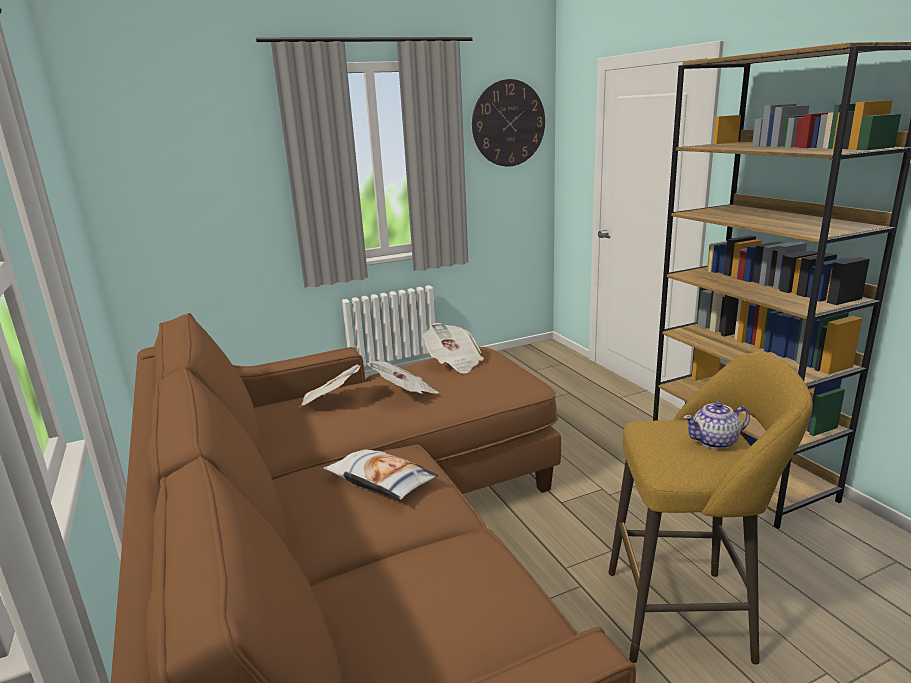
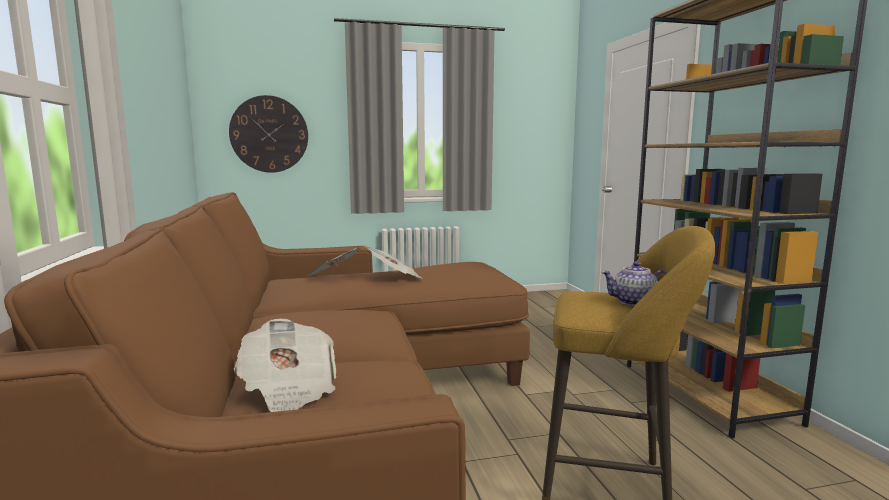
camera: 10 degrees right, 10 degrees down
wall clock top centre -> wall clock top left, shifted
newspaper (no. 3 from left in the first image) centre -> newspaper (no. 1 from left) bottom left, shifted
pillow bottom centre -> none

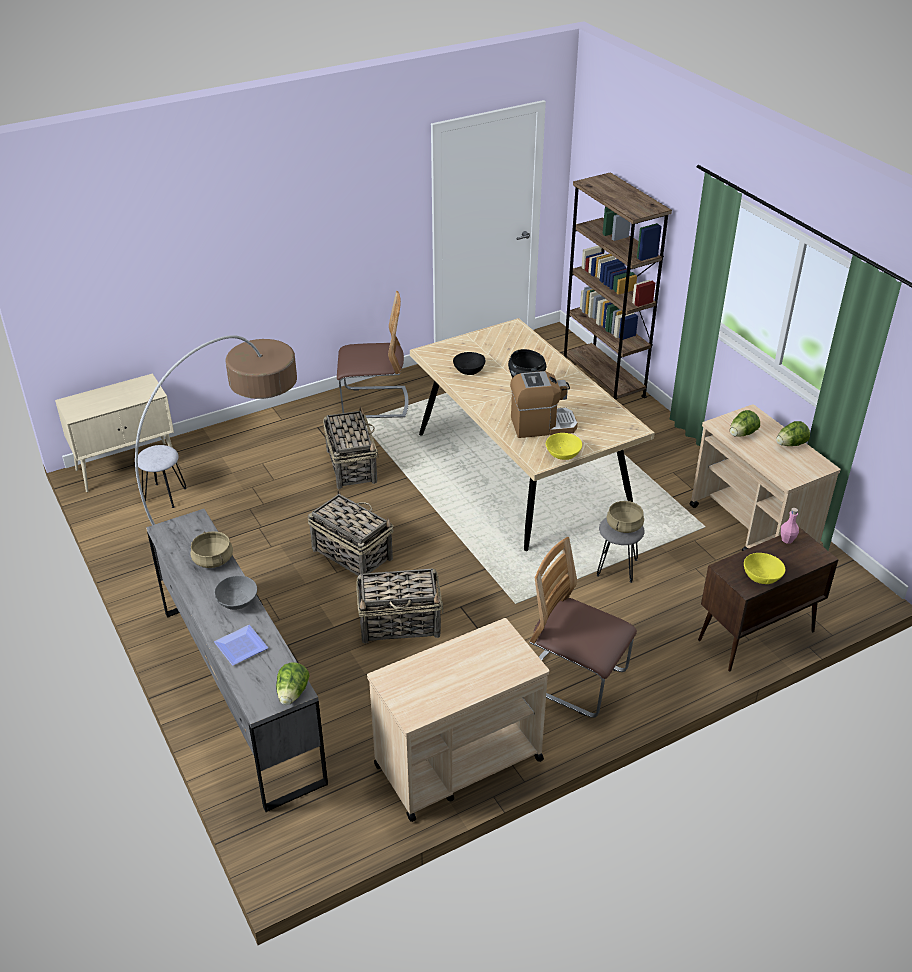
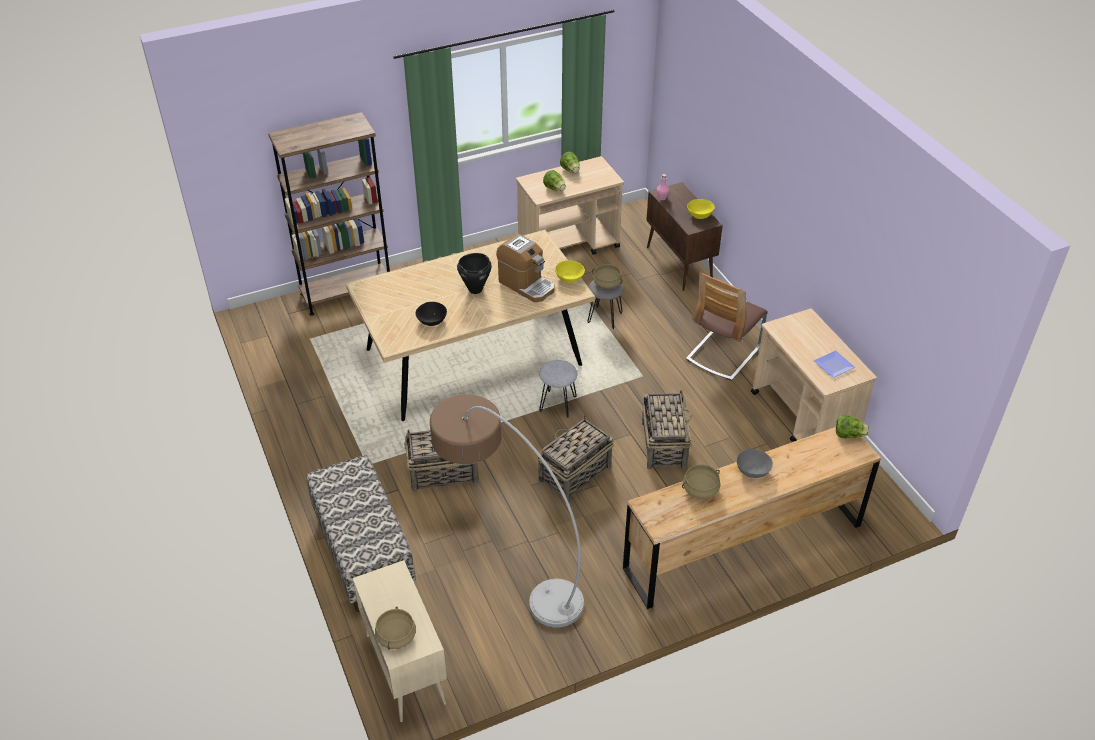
camera: 85 degrees left, 5 degrees up
plain chair (no. 1 from left) centre -> none
coffee maker centre, 135 degrees clockwise
sitting stool (grey) (no. 1 from left) middle left -> sitting stool (grey) (no. 1 from left) centre, shifted
chest of drawers (grey) bottom left -> chest of drawers (brown-coloured) bottom right
plate middle left -> plate middle right, shifted
none -> long seat bottom left
none -> cooking pot (sand-coloured) (no. 1 from left) bottom centre

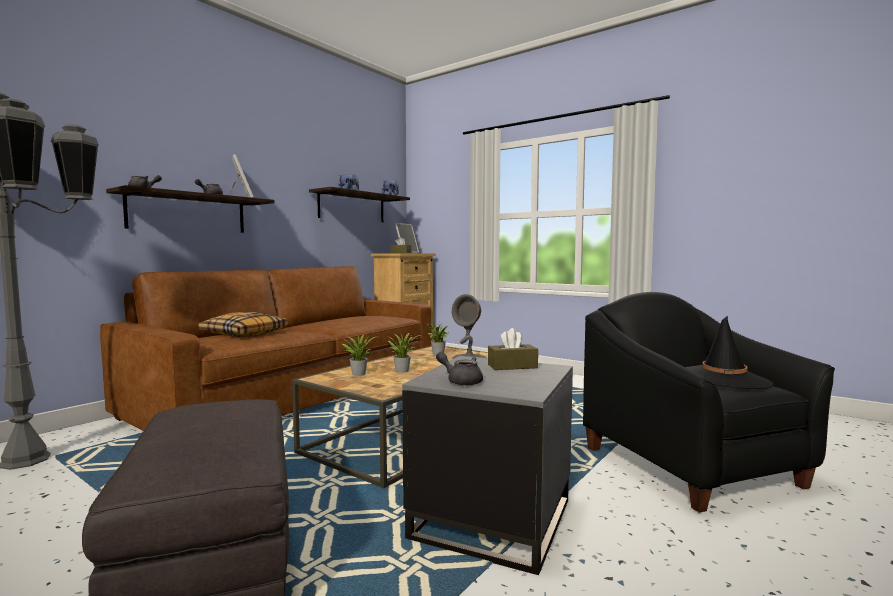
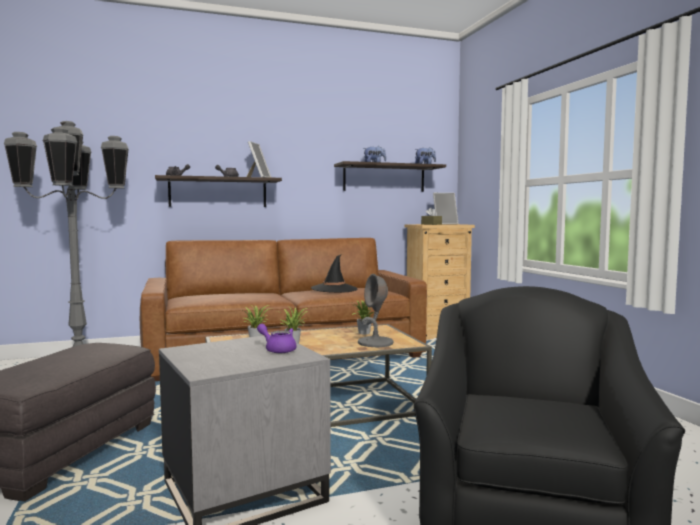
camera: 35 degrees right, 0 degrees up
pillow middle left -> none
clothing hat (blackish) middle right -> clothing hat (blackish) centre, shifted
tissue holder (brown-coloured) (no. 2 from left) centre -> tea pot (purple-coloured) centre
tea pot (grey) (no. 3 from left) centre -> none

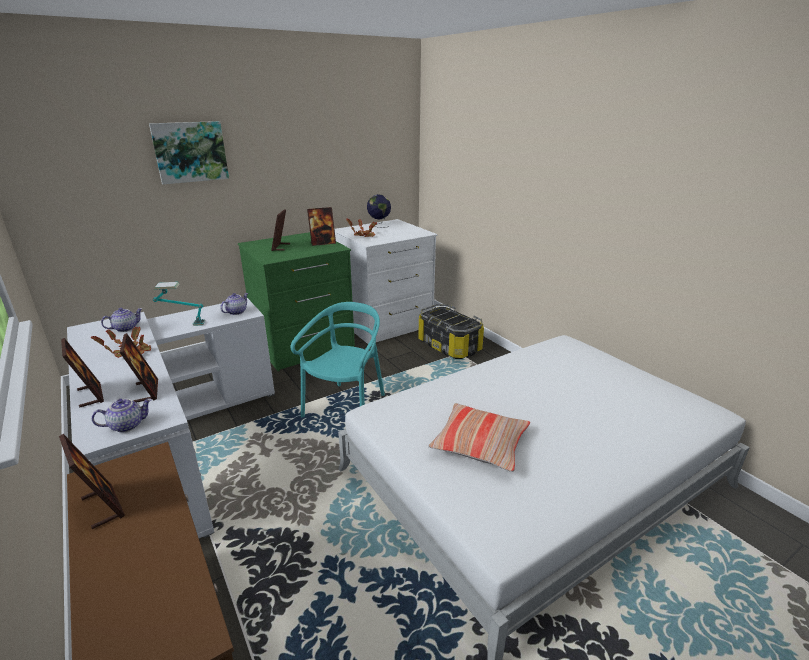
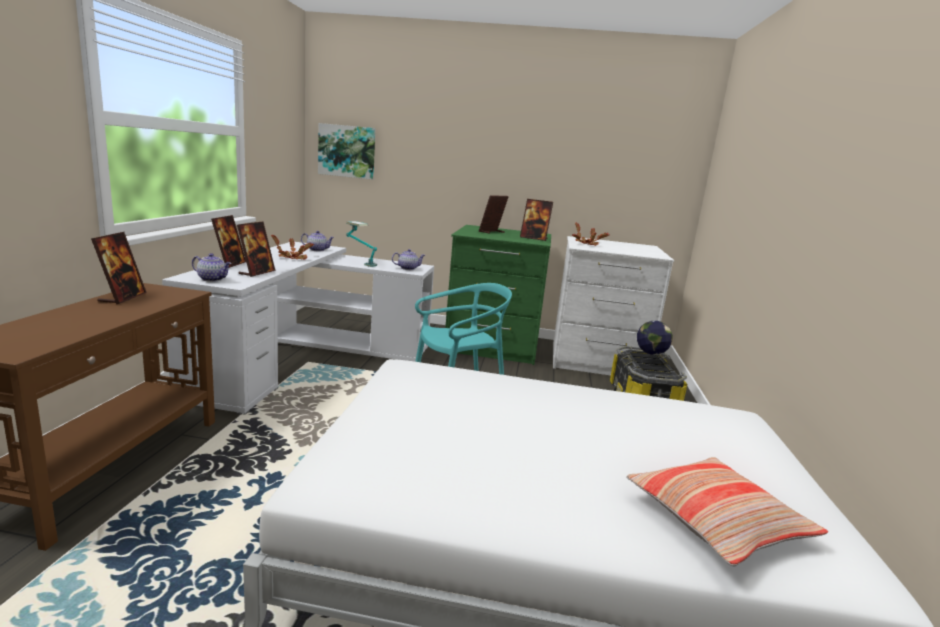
camera: 40 degrees right, 10 degrees down
wall art top left -> wall art top centre, shifted
desk globe top centre -> desk globe middle right, shifted
pillow centre -> pillow bottom right, shifted

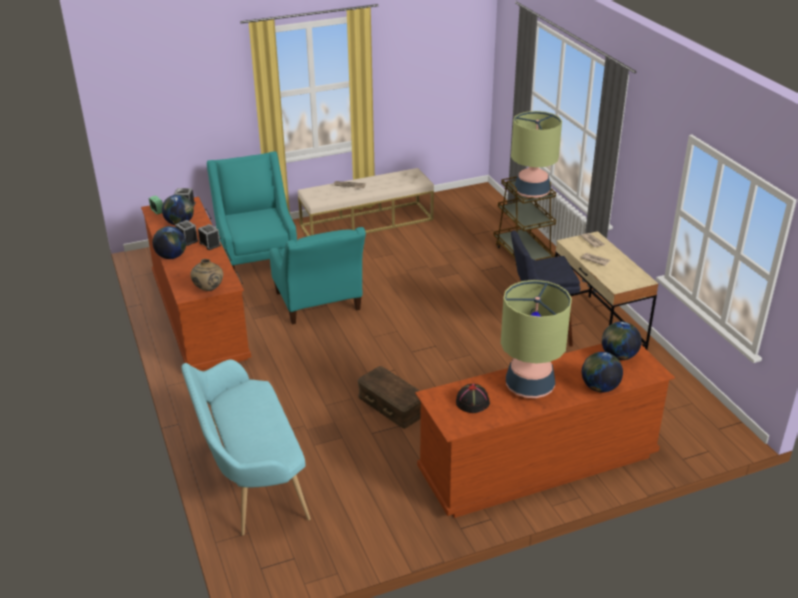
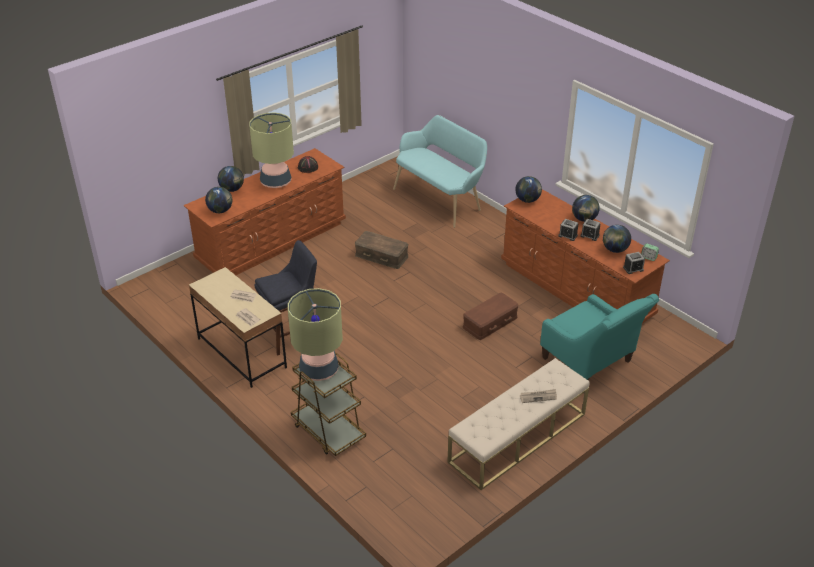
camera: 160 degrees right, 5 degrees up
lounge chair (blue-green) (no. 2 from left) centre -> storage container (brown-coloured) (no. 2 from left) centre
flower vase (sand-coloured) middle left -> desk globe (no. 3 from left) centre

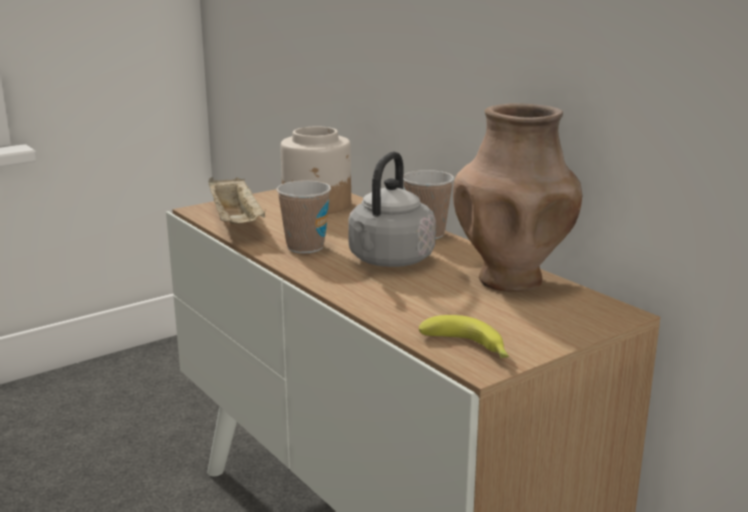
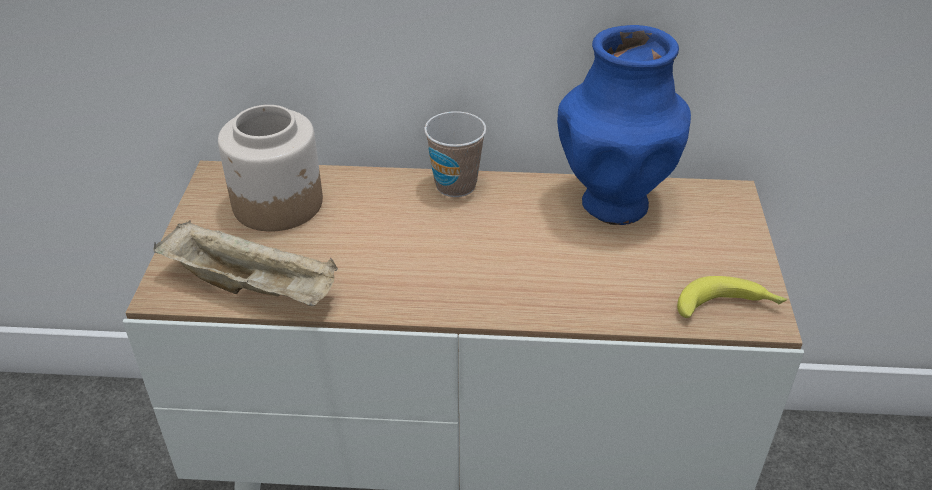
camera: 50 degrees left, 20 degrees up
flower vase (brown-coloured) middle right -> flower vase (blue-coloured) top right
kettle (grey) centre -> none
drinking cup (no. 1 from left) centre -> none

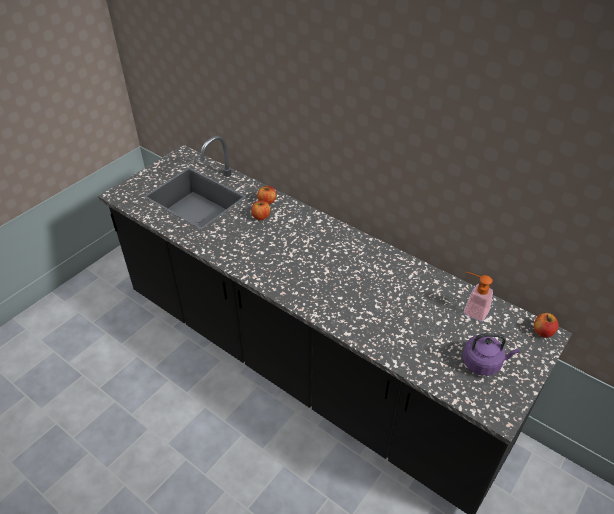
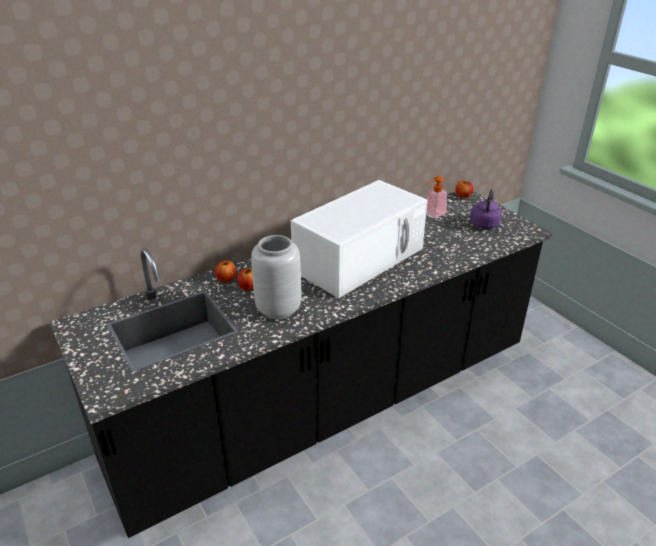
camera: 70 degrees left, 10 degrees down
none -> microwave oven (whitish) centre
none -> flower vase (grey) centre

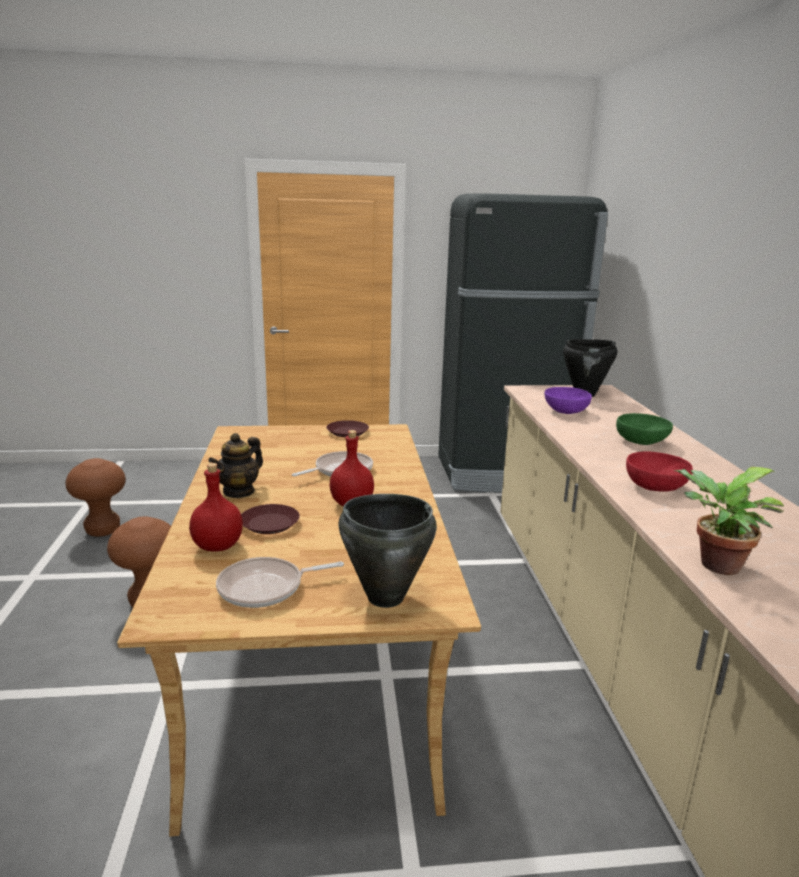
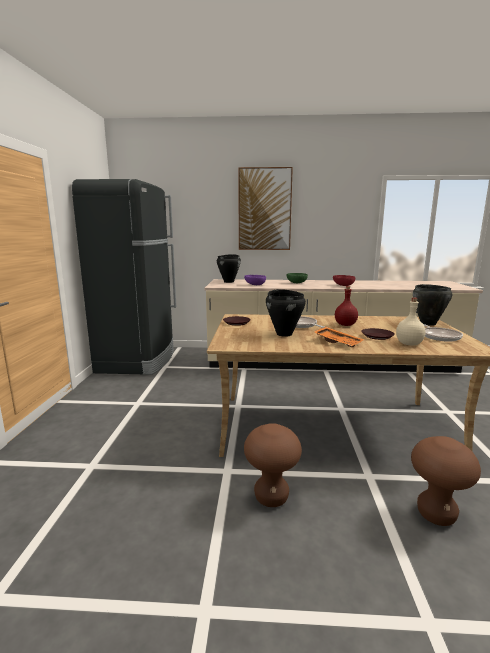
camera: 80 degrees left, 5 degrees down
tea pot middle left -> serving tray (orangey) middle right
sitting stool (brown-coloured) (no. 1 from left in the first image) middle left -> sitting stool (brown-coloured) (no. 2 from left) bottom right, shifted
drink bottle (red) (no. 1 from left) middle left -> drink bottle (sand-coloured) middle right
plant in a pot middle right -> none
none -> wall art top centre
none -> cooking pot (blackish) (no. 2 from left) centre

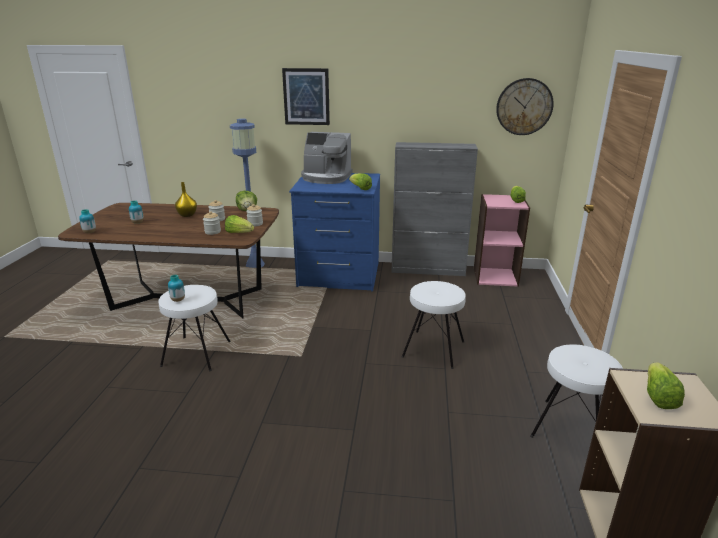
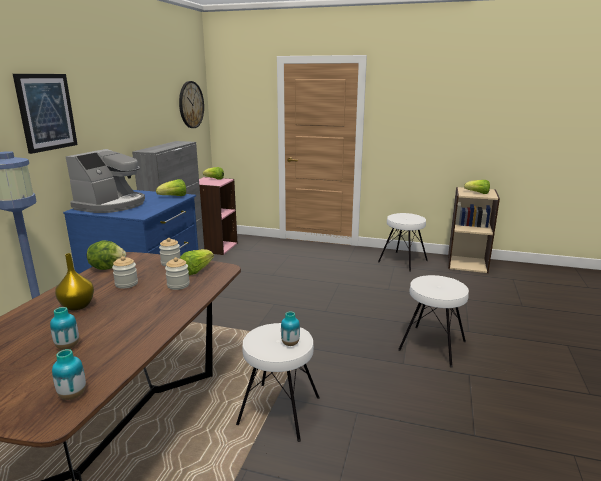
camera: 80 degrees left, 5 degrees down
sitting stool (whitish) (no. 2 from left in the first image) centre -> sitting stool (whitish) (no. 3 from left) bottom right, shifted

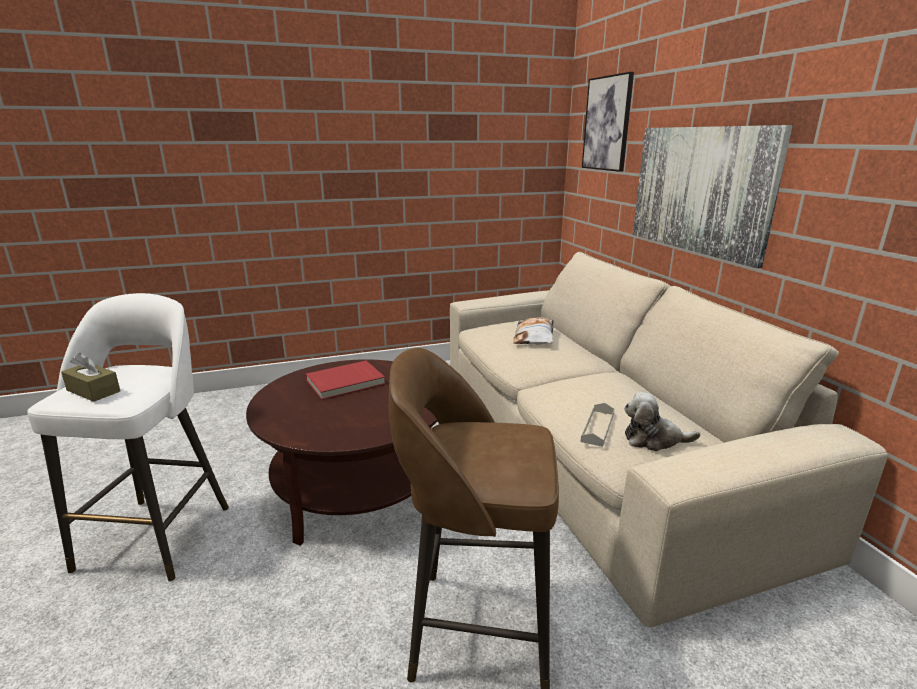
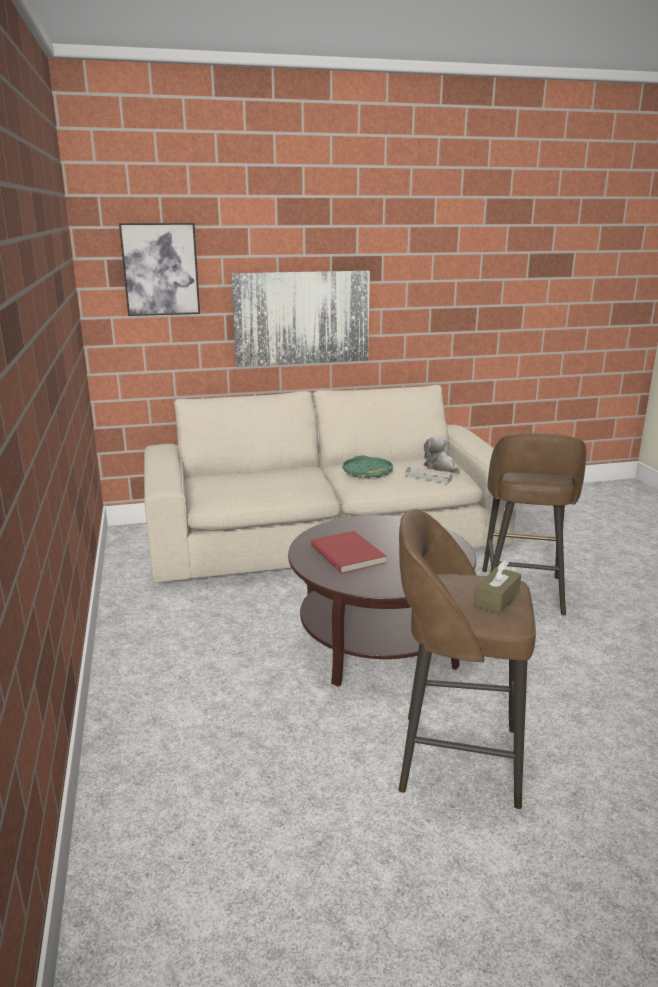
camera: 85 degrees left, 0 degrees up
sitting stool (whitish) middle left -> sitting stool (brown-coloured) (no. 1 from left) bottom right
pillow centre -> none
soft toy middle right, 135 degrees clockwise
none -> serving tray (green-coloured) centre

